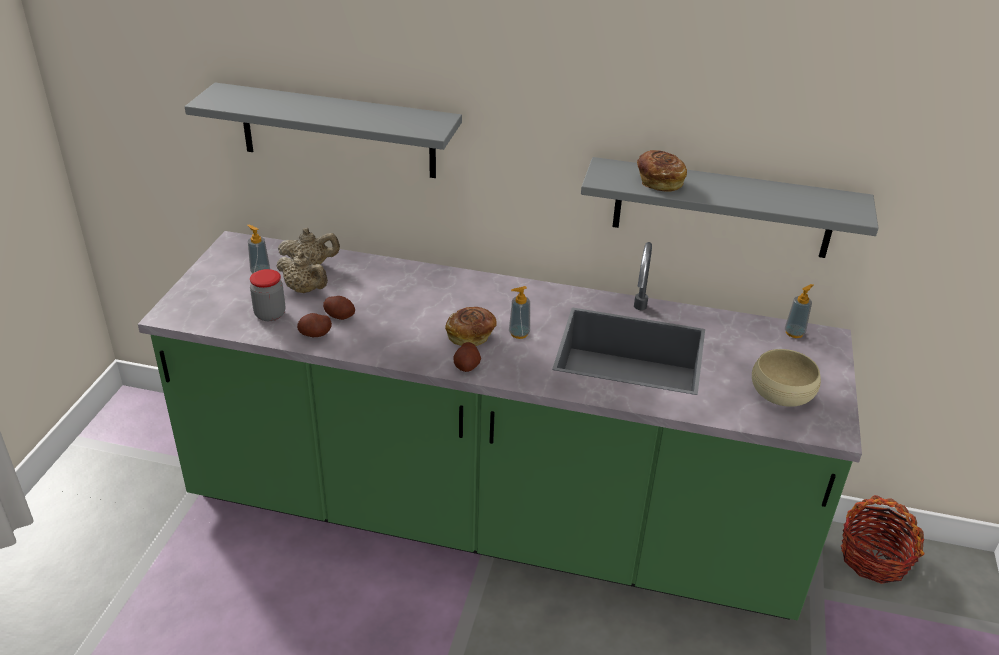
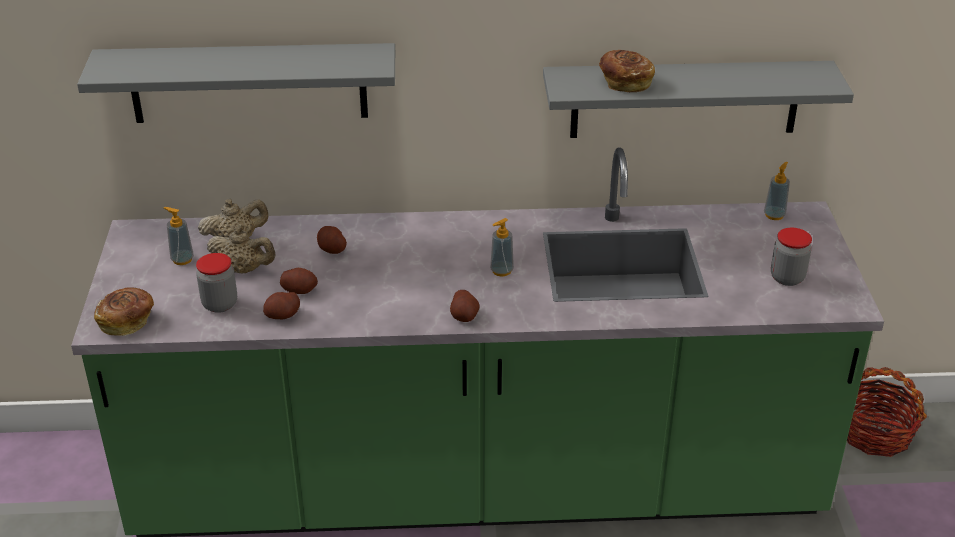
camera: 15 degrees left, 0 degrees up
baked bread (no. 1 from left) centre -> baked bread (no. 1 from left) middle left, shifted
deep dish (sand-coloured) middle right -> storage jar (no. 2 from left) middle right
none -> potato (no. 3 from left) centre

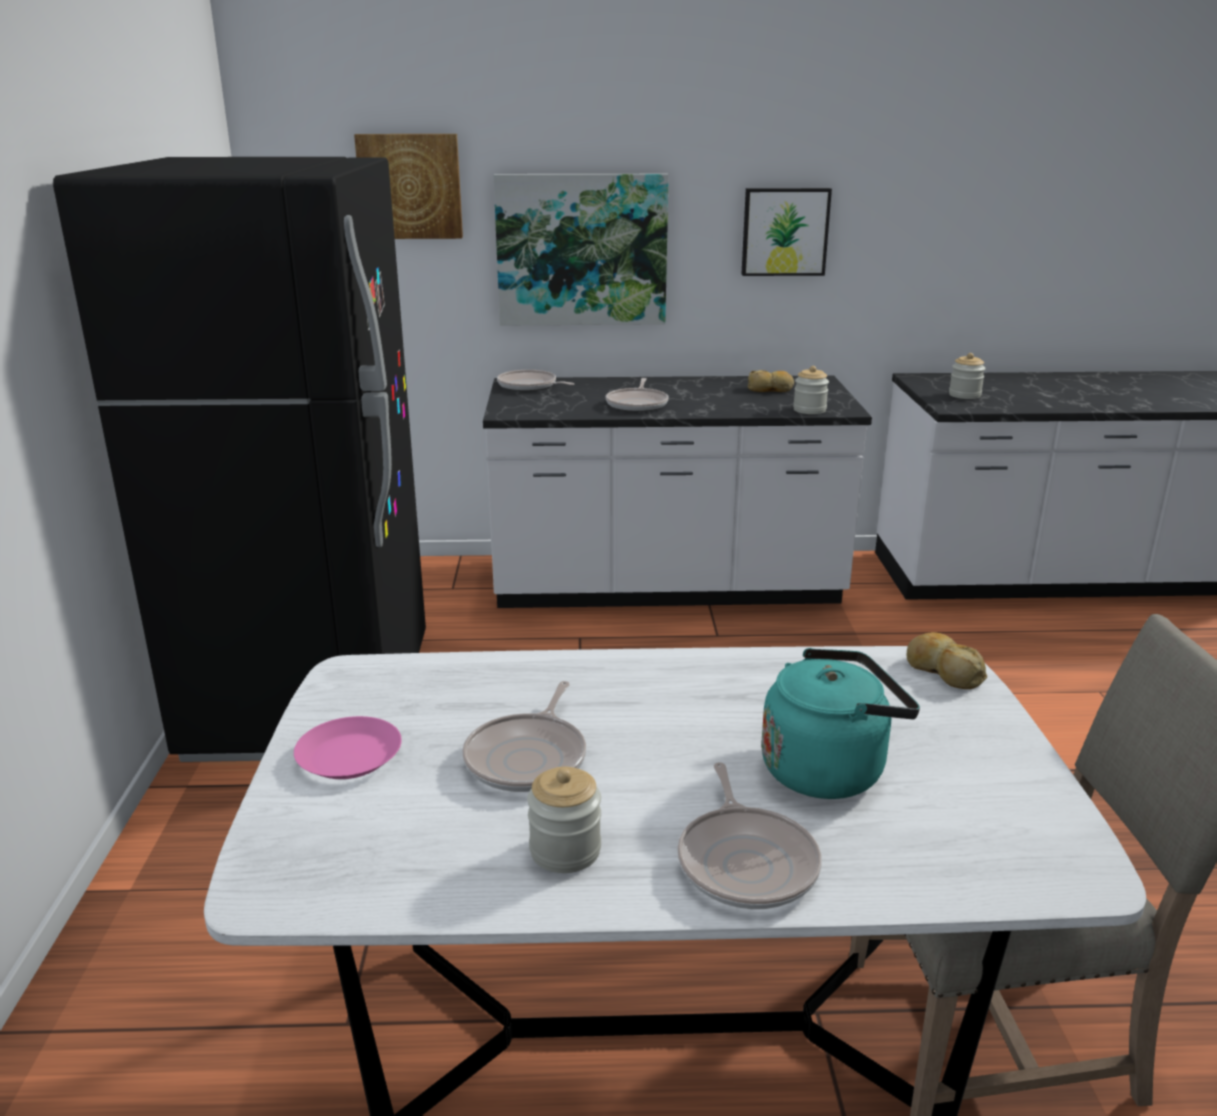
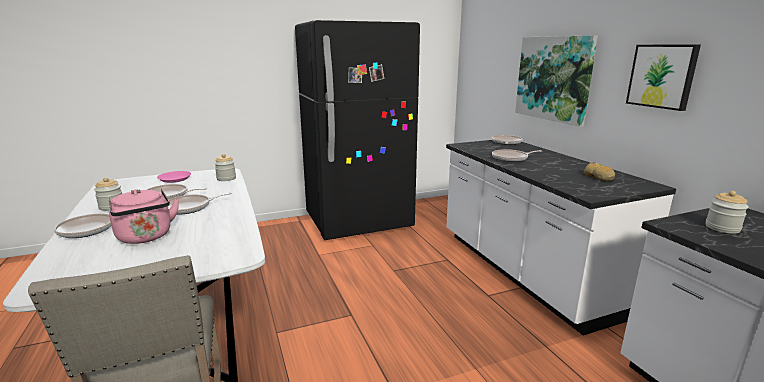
camera: 70 degrees right, 5 degrees down
wall art (no. 1 from left) top centre -> none
storage jar (no. 2 from left) centre -> storage jar (no. 2 from left) middle left, shifted
baked bread (no. 2 from left) middle right -> none
kettle (blue-green) middle right -> kettle (pinkish) middle left
none -> pan (no. 3 from left) middle left

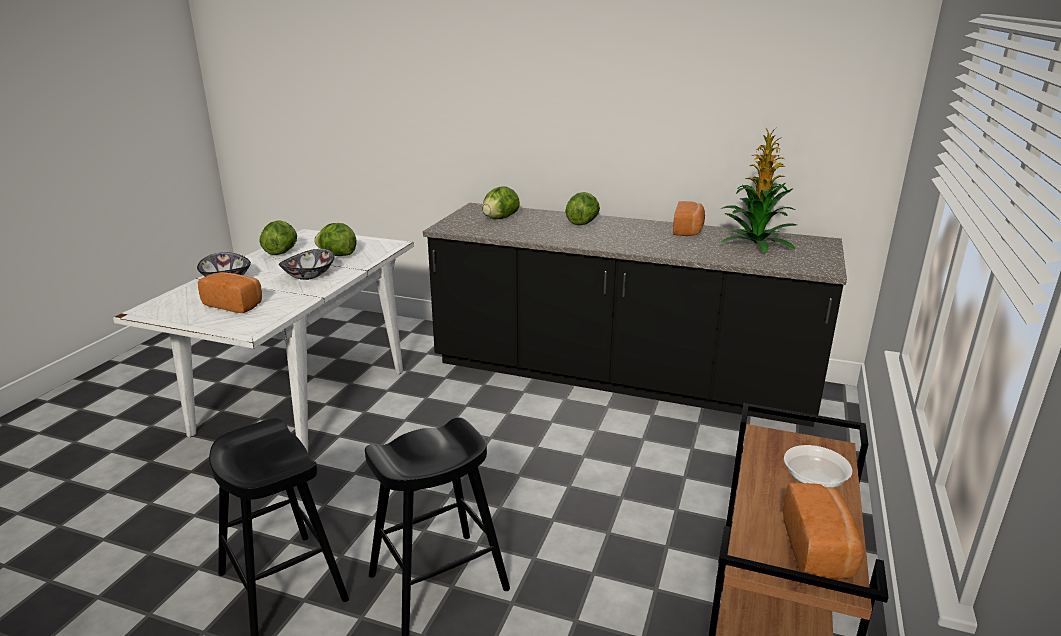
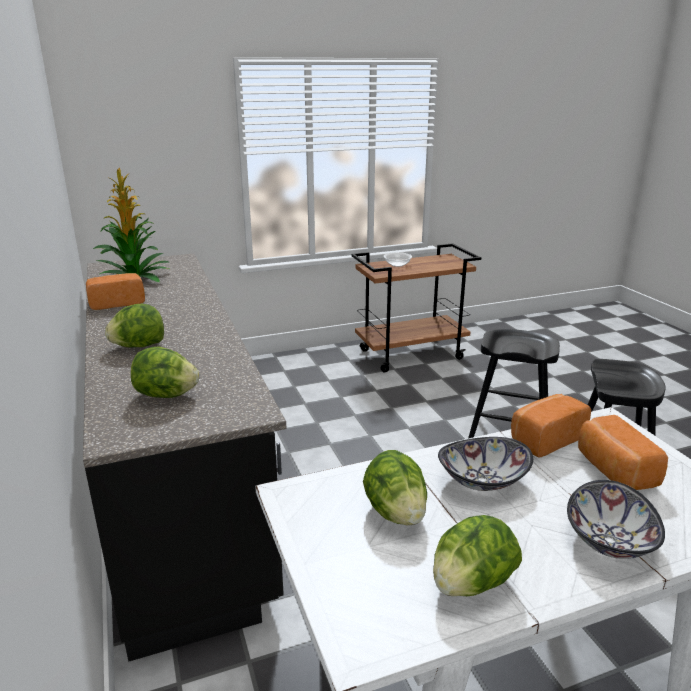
camera: 130 degrees left, 0 degrees up
baked bread (no. 3 from left in the first image) bottom right -> baked bread (no. 2 from left) middle right, shifted

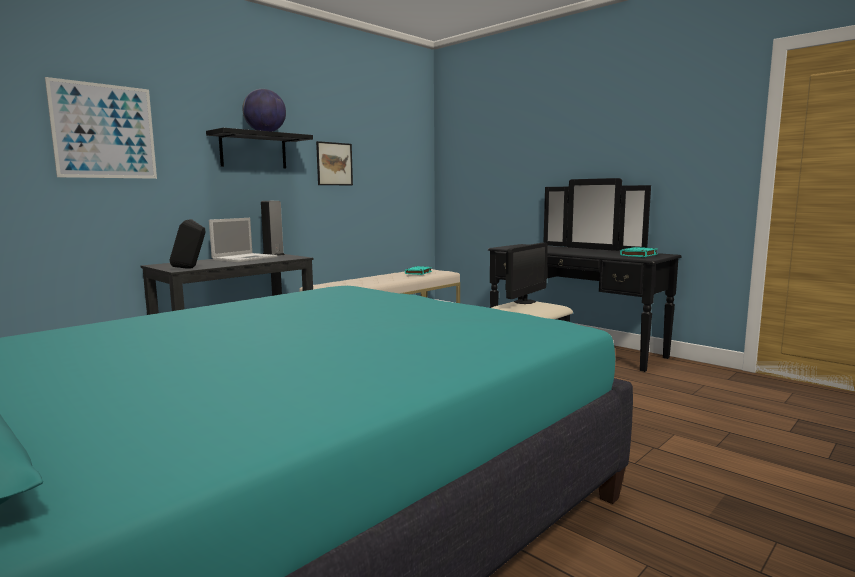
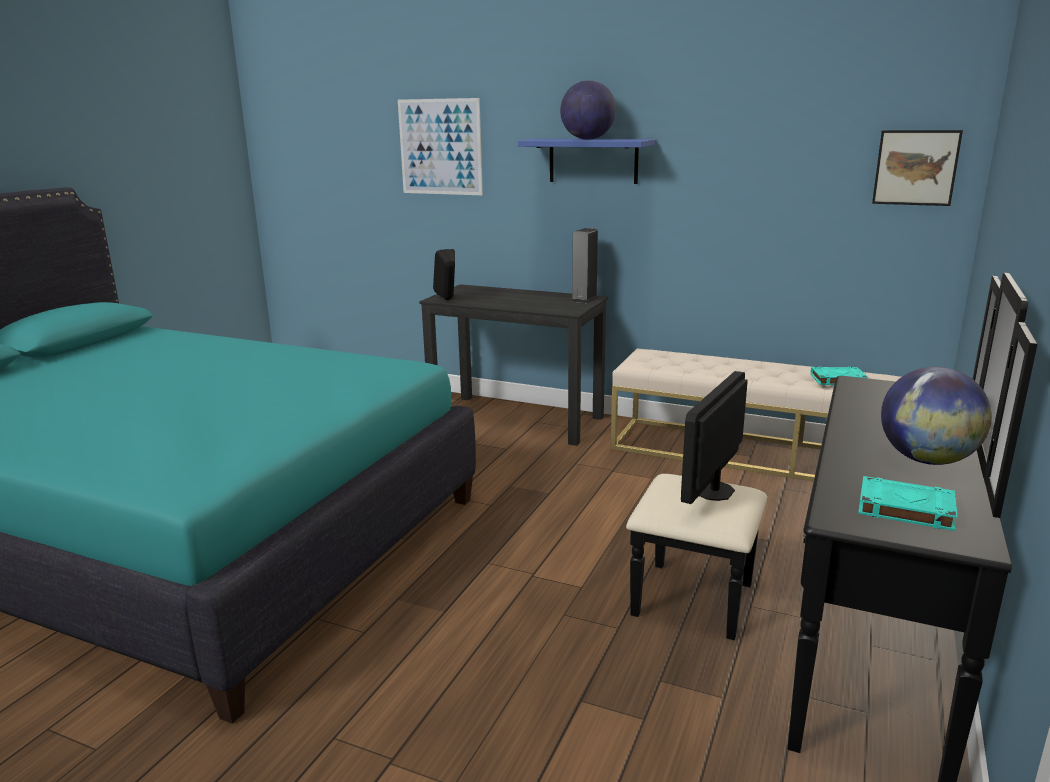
camera: 70 degrees right, 10 degrees up
bracket shelf (blackish) top left -> bracket shelf (blue-coloured) top centre
wall art (no. 2 from left) top centre -> wall art (no. 2 from left) top right, shifted
notebook computer middle left -> none
computer screen centre -> computer screen middle right, 105 degrees clockwise
none -> desk globe (no. 2 from left) middle right

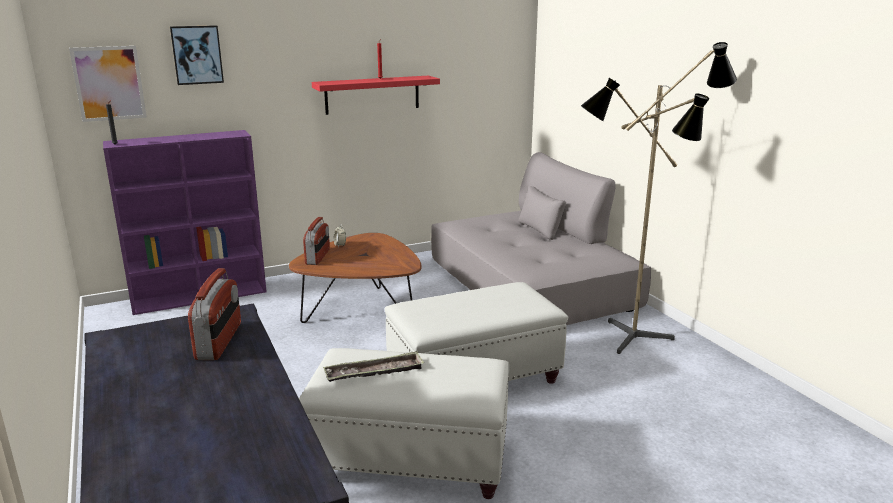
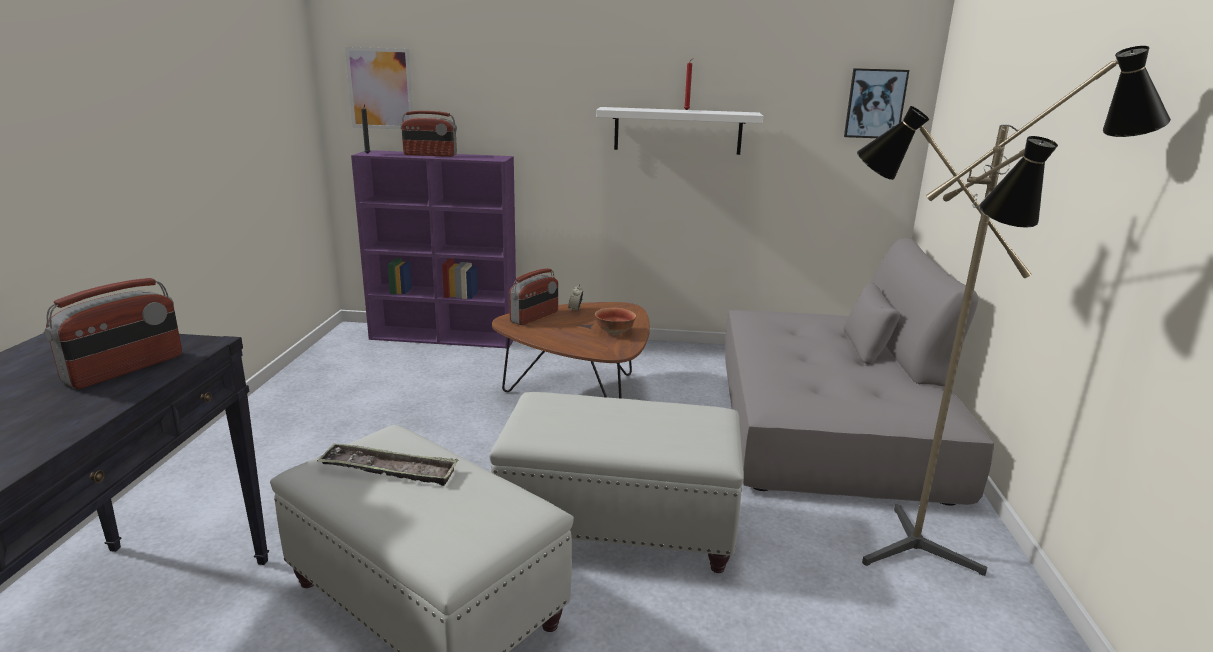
camera: 30 degrees right, 0 degrees up
wall art (no. 2 from left) top left -> wall art (no. 2 from left) top right, shifted
bracket shelf (red) top centre -> bracket shelf (whitish) top centre
none -> radio (no. 2 from left) top centre
none -> deep dish centre

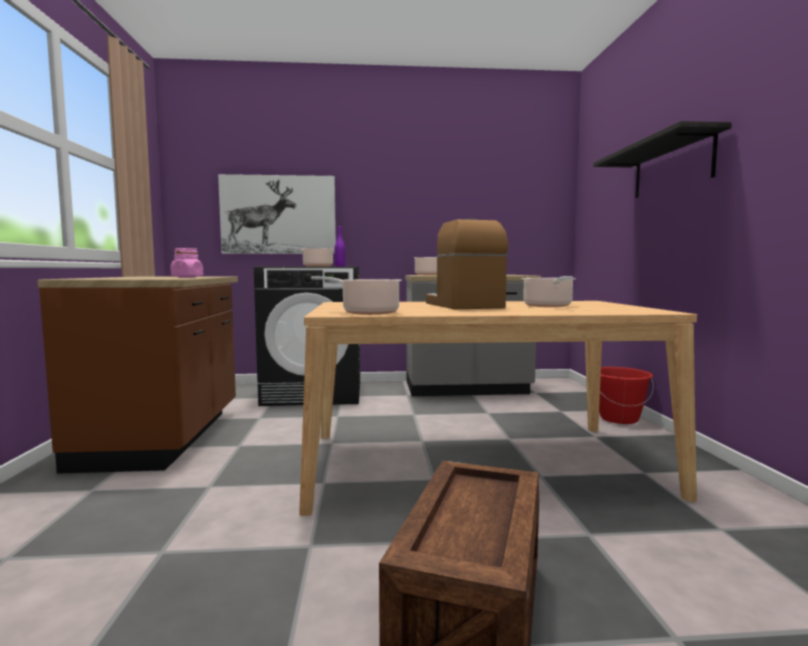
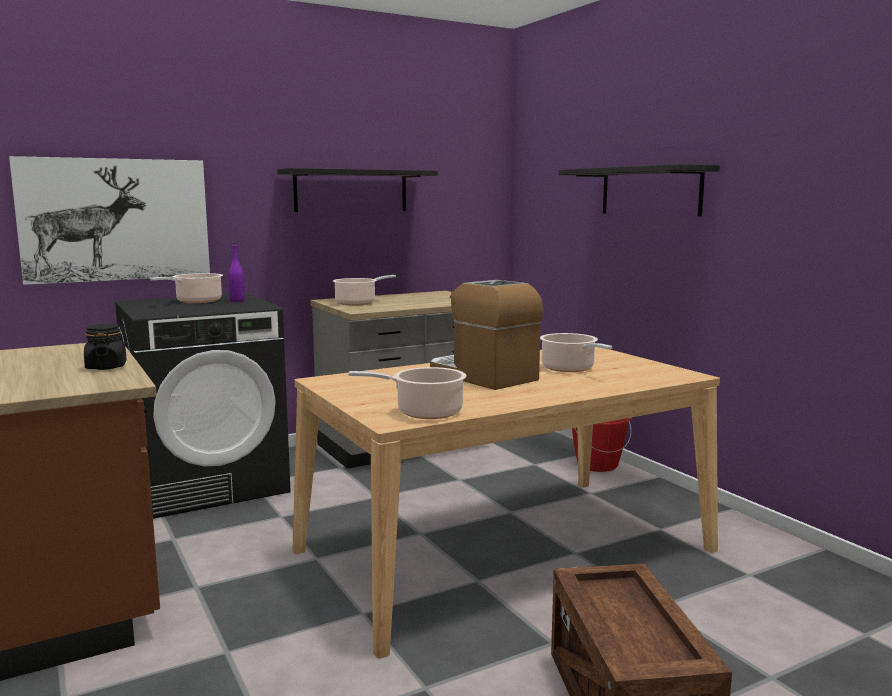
camera: 25 degrees left, 5 degrees up
storage jar (pinkish) middle left -> storage jar (blackish) middle left
none -> bracket shelf (blackish) (no. 1 from left) top centre

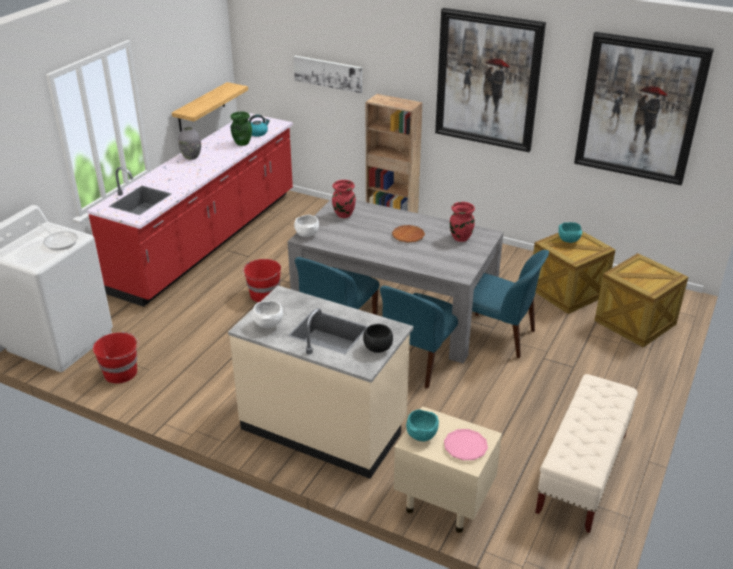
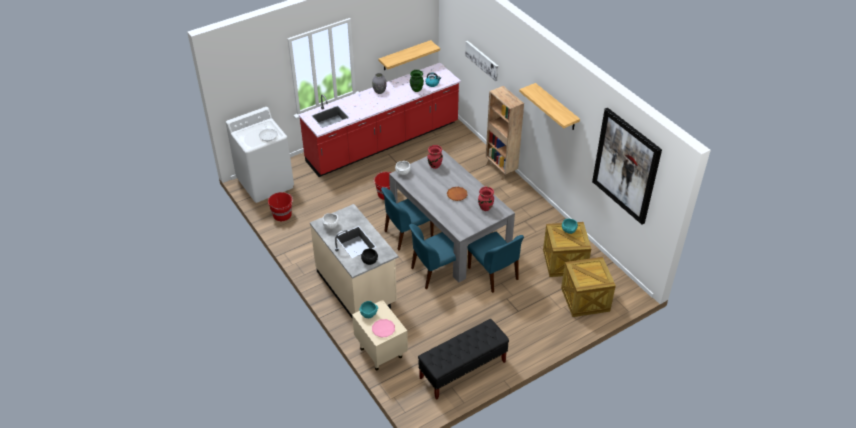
camera: 30 degrees right, 10 degrees up
wall art (no. 2 from left) top right -> bracket shelf (no. 2 from left) top centre
long seat (sand-coloured) bottom right -> long seat (blackish) bottom centre

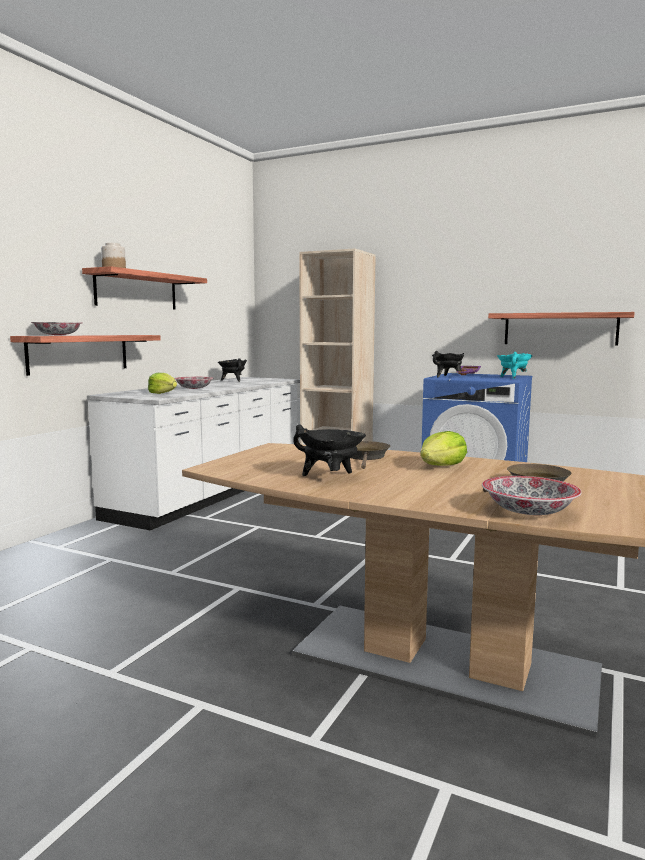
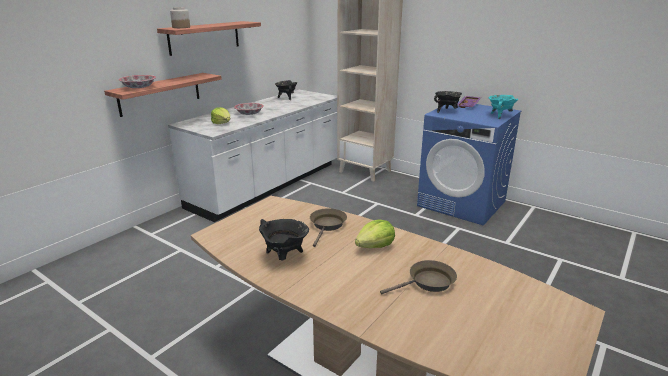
camera: 10 degrees right, 15 degrees up
bracket shelf (no. 3 from left) middle right -> none
deep dish (no. 3 from left) middle right -> none

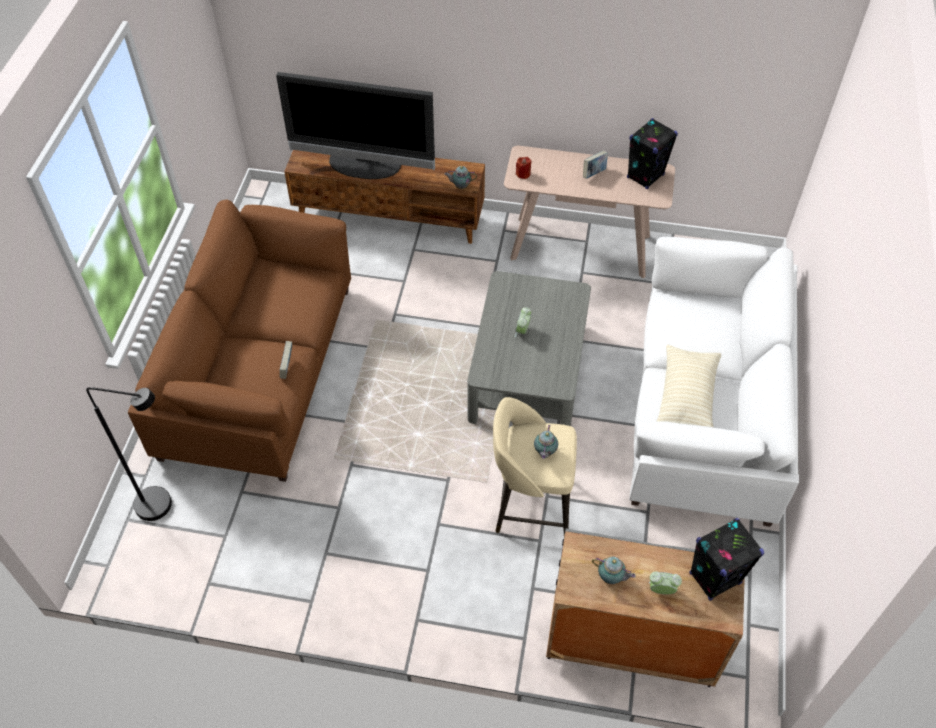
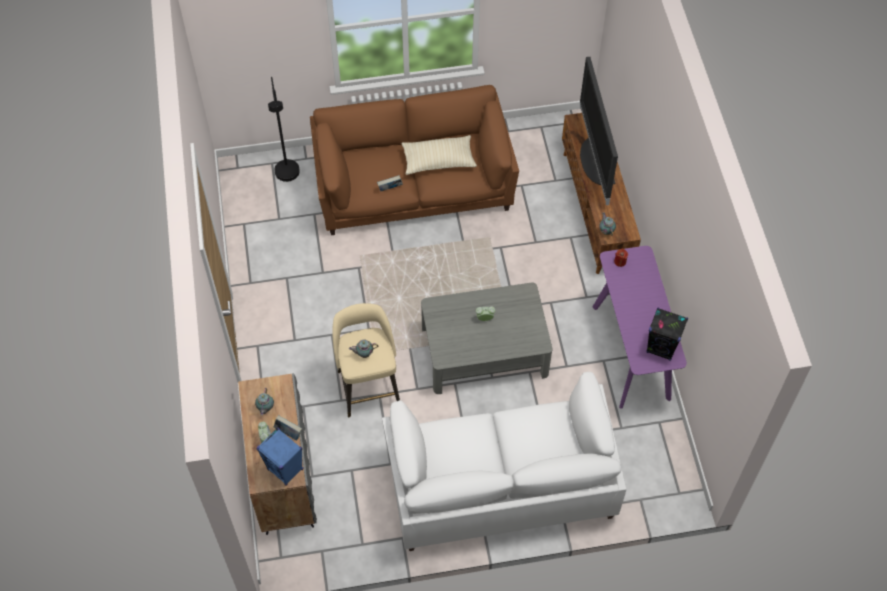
camera: 70 degrees right, 5 degrees up
hall table (sand-coloured) top centre -> hall table (purple-coloured) middle right
volume (no. 2 from left in the first image) top centre -> volume (no. 1 from left) bottom left, shifted
pillow (sand-coloured) middle right -> pillow (sand-coloured) top centre, shifted
speaker (blackish) (no. 2 from left) bottom right -> speaker (blue-coloured) bottom left

